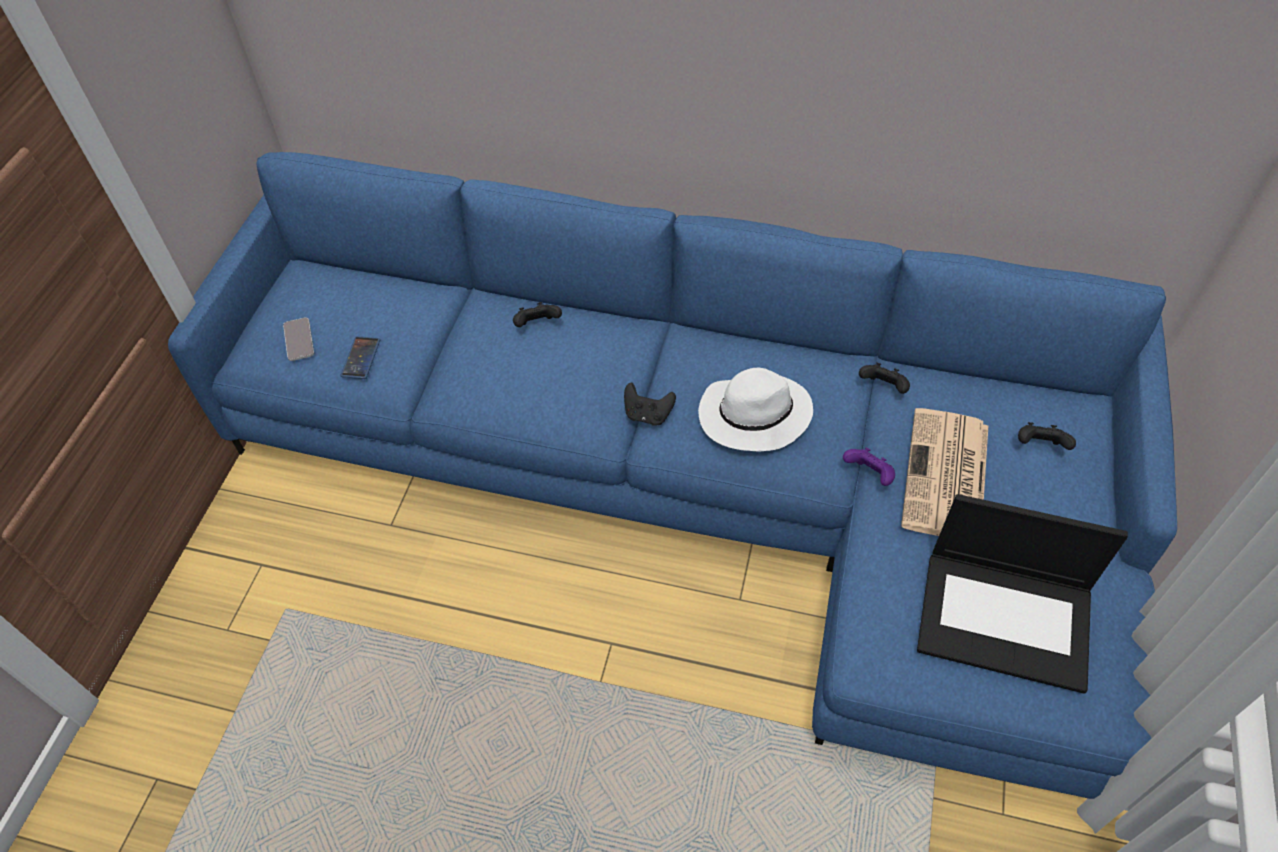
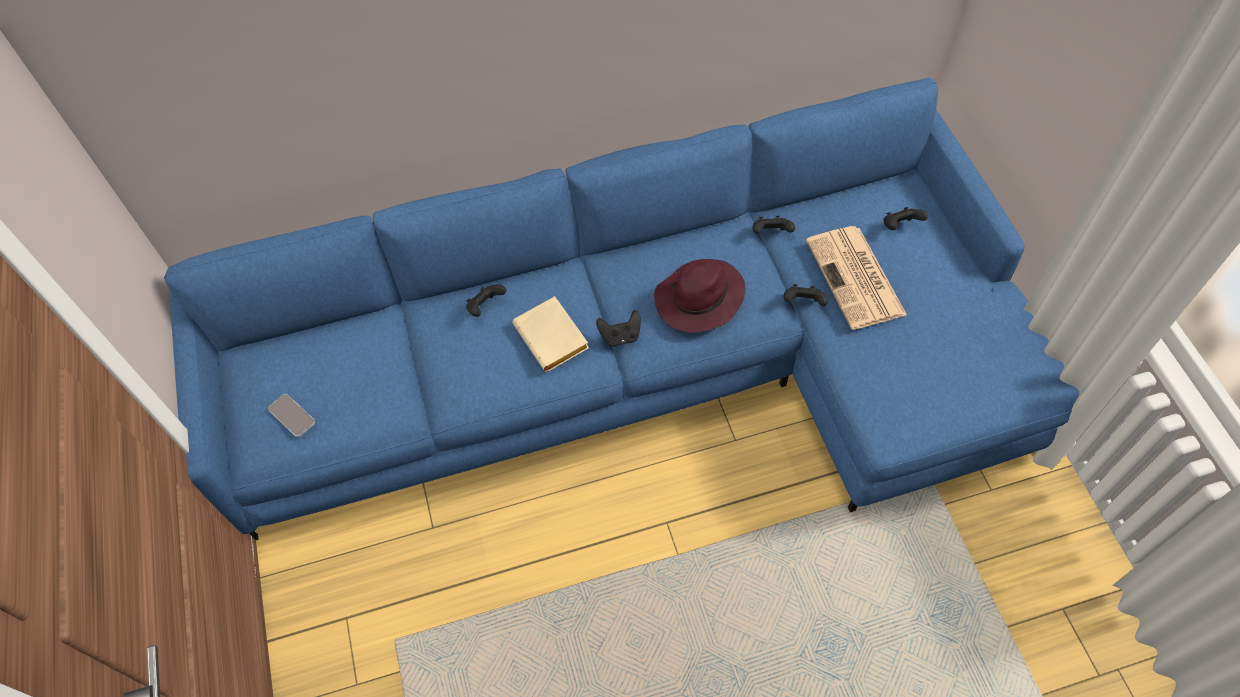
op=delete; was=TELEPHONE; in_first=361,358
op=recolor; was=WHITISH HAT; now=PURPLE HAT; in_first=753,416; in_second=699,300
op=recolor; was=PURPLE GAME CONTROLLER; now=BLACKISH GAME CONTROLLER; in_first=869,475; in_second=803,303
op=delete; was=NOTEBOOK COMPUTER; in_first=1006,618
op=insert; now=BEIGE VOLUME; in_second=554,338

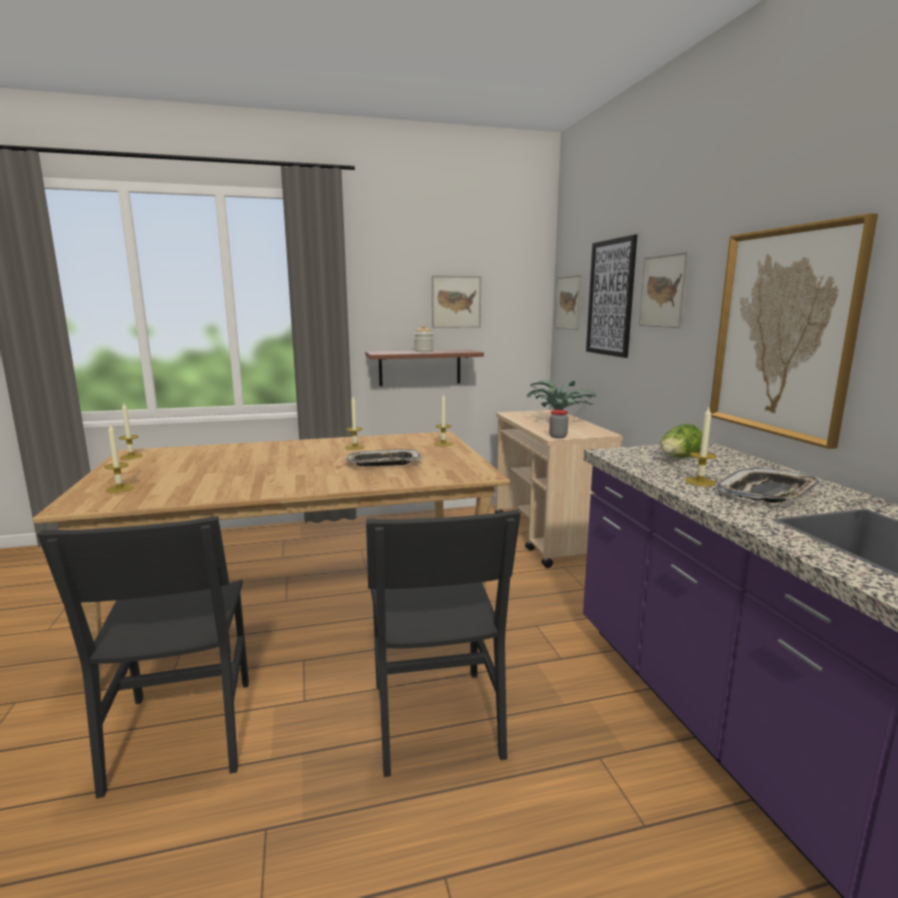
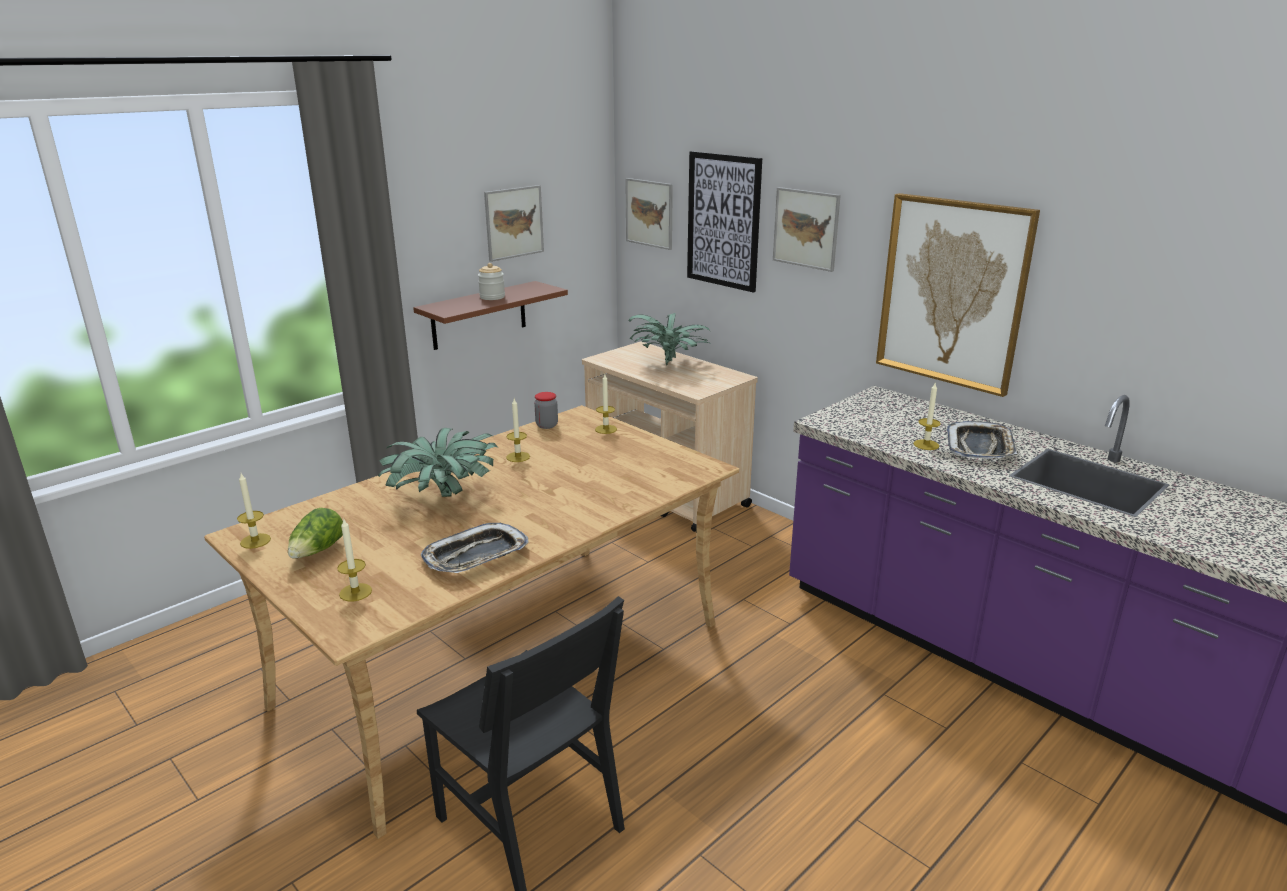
op=move; was=CARRYING TRAY; in_first=383,463; in_second=476,556
op=delete; was=BLACKISH UPRIGHT CHAIR; in_first=434,718
op=move; was=PRESERVE JAR; in_first=558,436; in_second=547,425
op=move; was=HEAD OF LETTUCE; in_first=679,458; in_second=317,551
op=insert; now=HOUSEPLANT; in_second=442,498

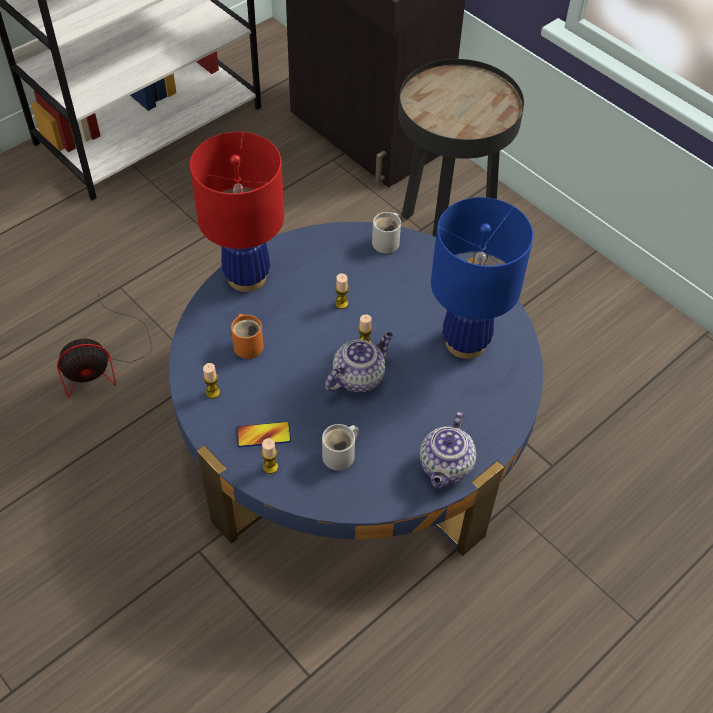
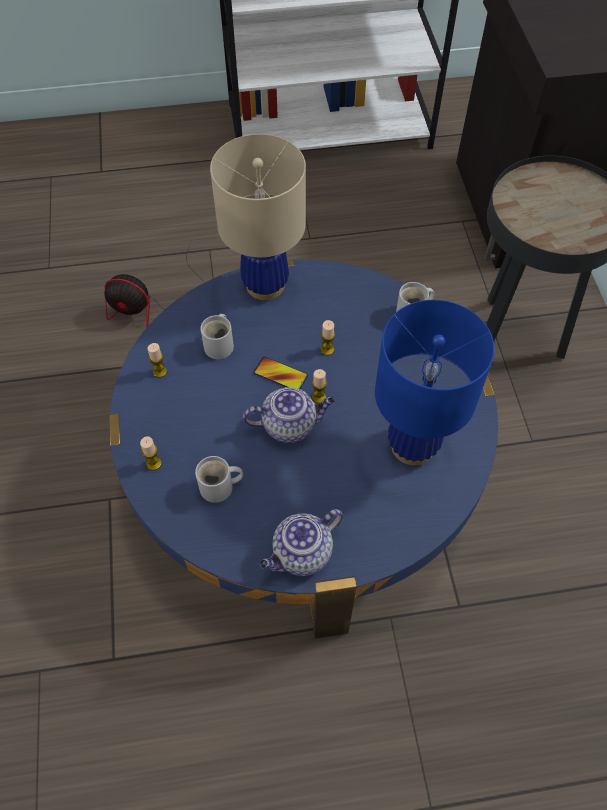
op=recolor; was=RED-COLOURED TABLETOP LAMP; now=BEIGE TABLETOP LAMP; in_first=246,277; in_second=265,285
op=recolor; was=ORANGEY MUG; now=WHITISH MUG; in_first=248,344; in_second=220,345
op=move; was=TELEPHONE; in_first=263,435; in_second=280,375

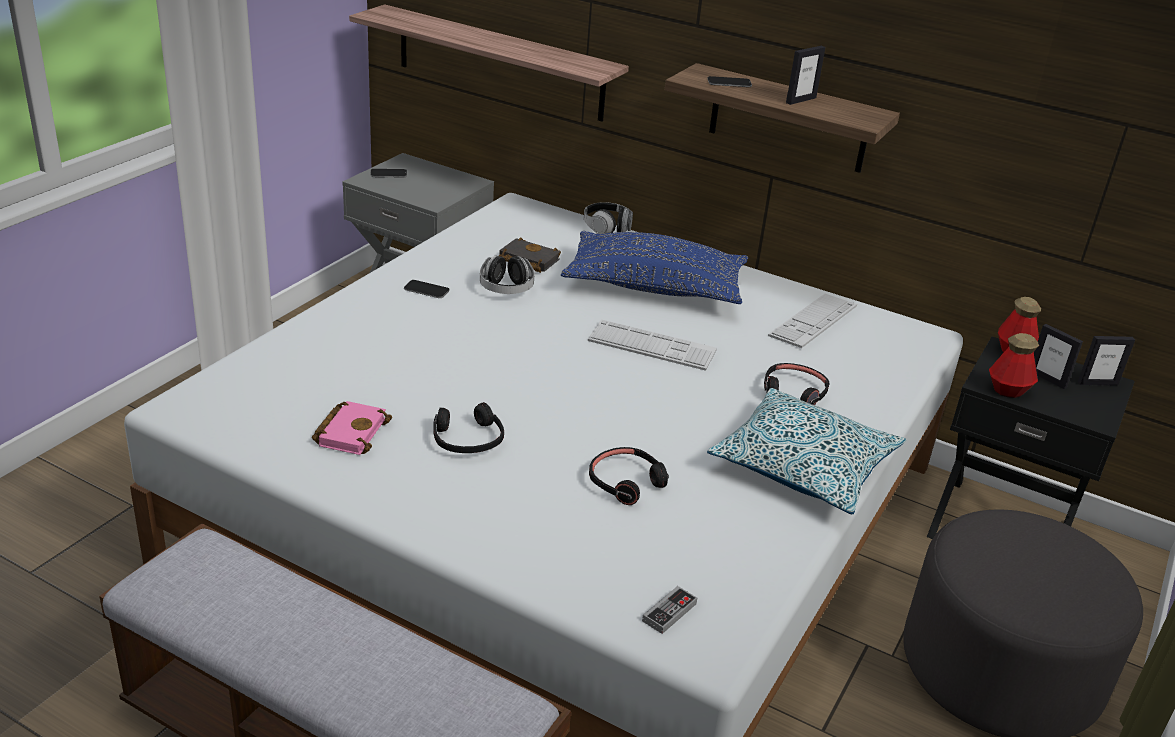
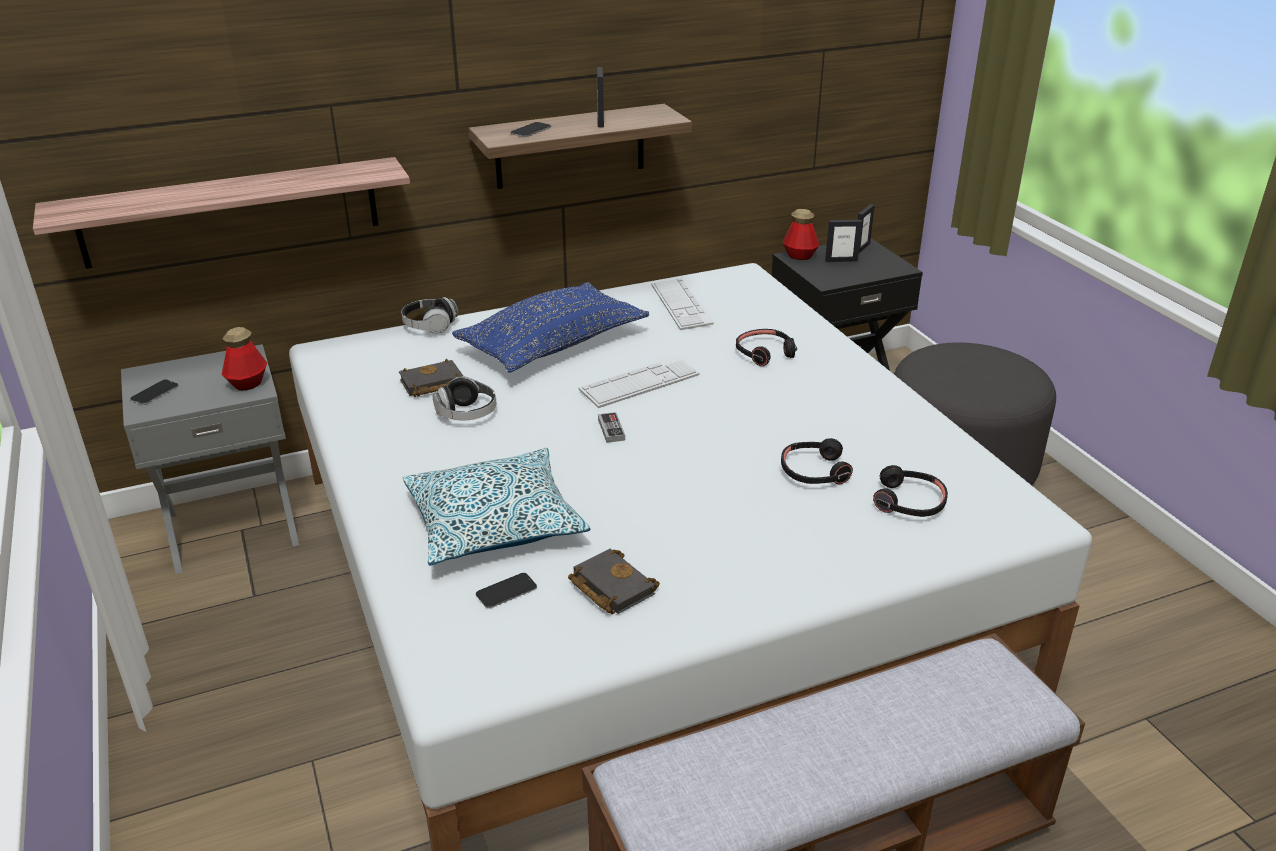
op=recolor; was=PINKISH VOLUME; now=BLACKISH VOLUME; in_first=350,431; in_second=609,587
op=move; was=TELEPHONE; in_first=426,290; in_second=506,591
op=move; was=BLACKISH HEADSET; in_first=467,439; in_second=909,502
op=move; was=GAME CONTROLLER; in_first=669,612; in_second=611,429
op=move; was=CUSHION; in_first=804,466; in_second=494,523
op=move; was=BOTTLE; in_first=1008,390; in_second=248,383

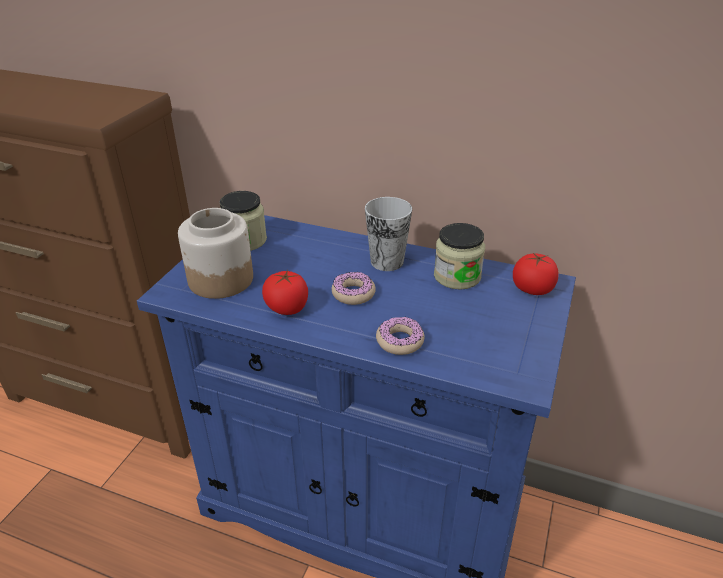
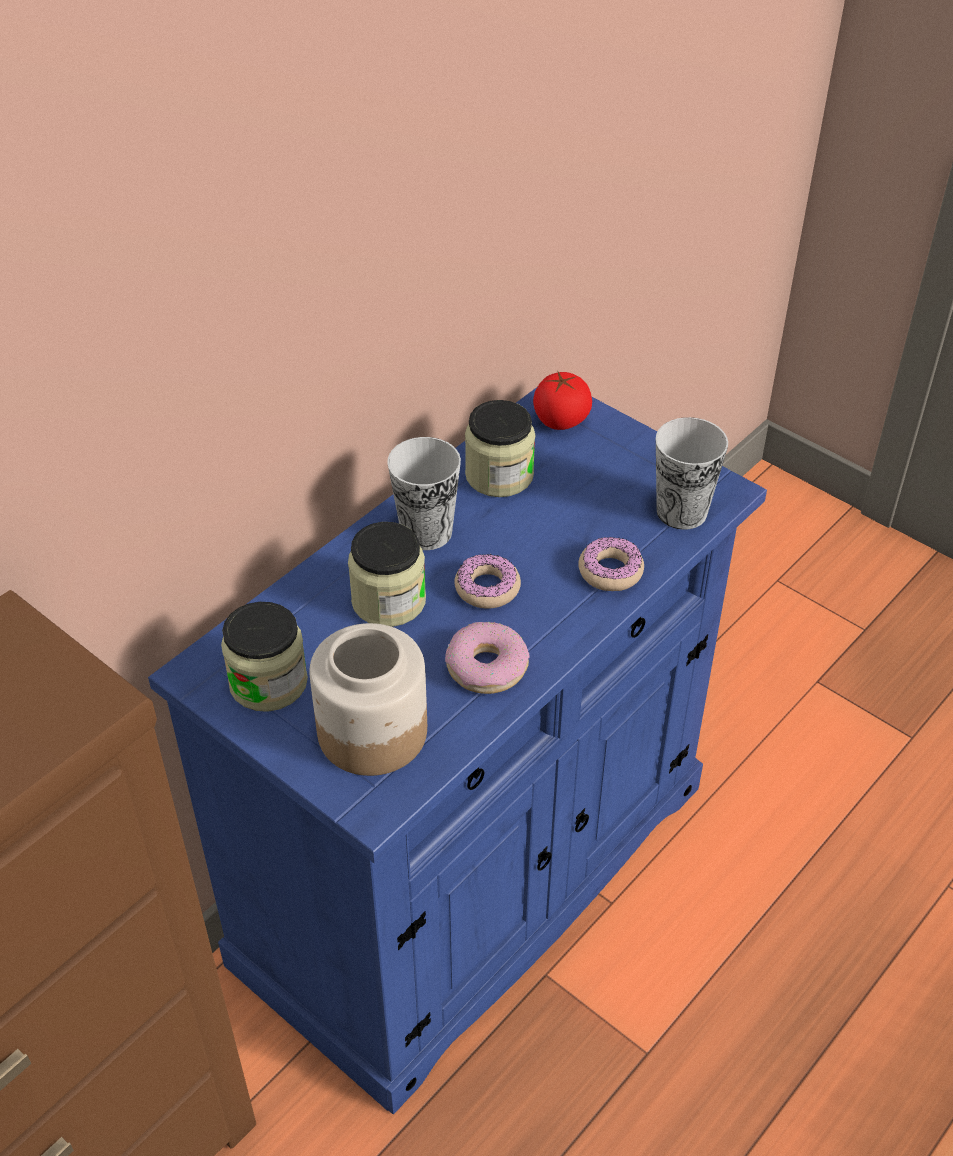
op=replace; was=FRESH TOMATO; now=DOUGHNUT; in_first=287,308; in_second=487,666
op=insert; now=PRESERVE JAR; in_second=388,601
op=insert; now=DRINKING CUP; in_second=681,511

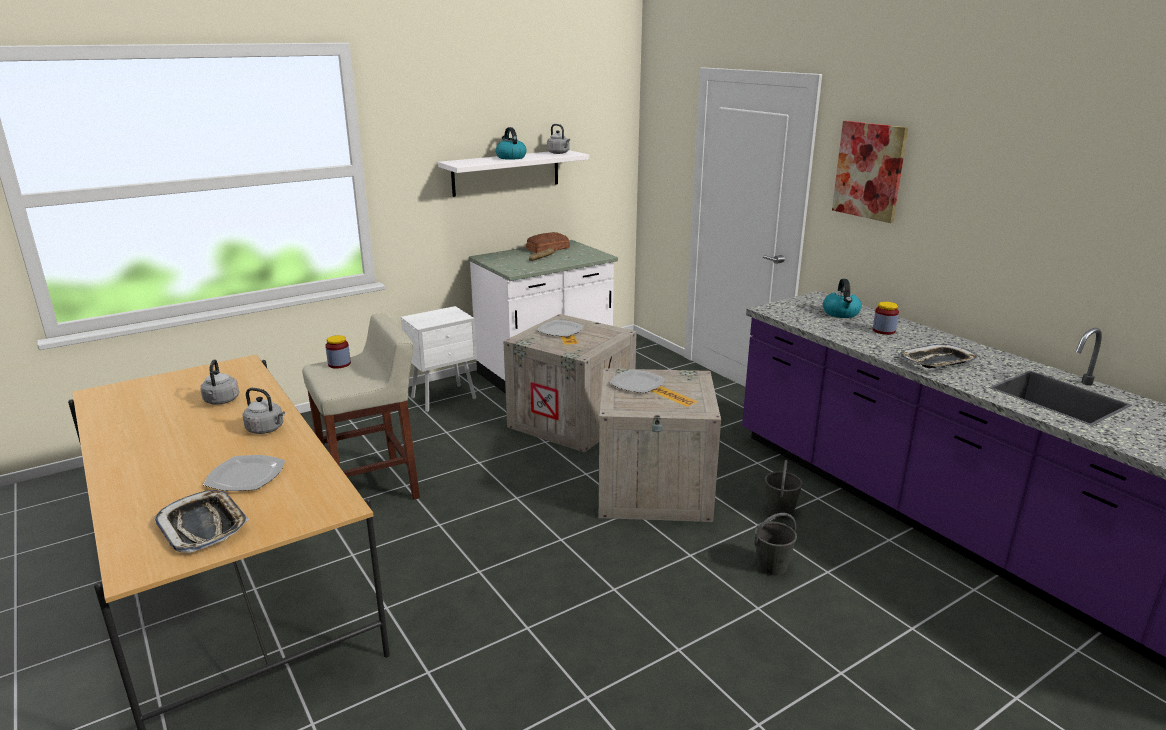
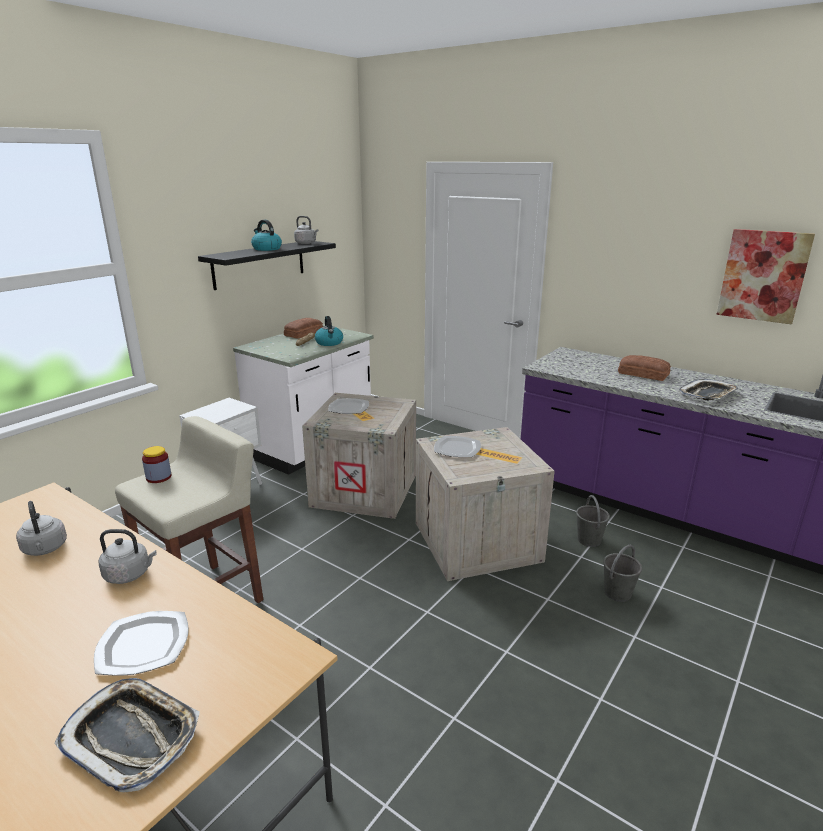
op=recolor; was=WHITISH SHELF; now=BLACKISH SHELF; in_first=506,172; in_second=259,264
op=move; was=KETTLE; in_first=841,313; in_second=329,343
op=move; was=WALL PICTURE; in_first=869,170; in_second=763,276
op=replace; was=PRESERVE JAR; now=BAKERY BREAD; in_first=883,330; in_second=643,374

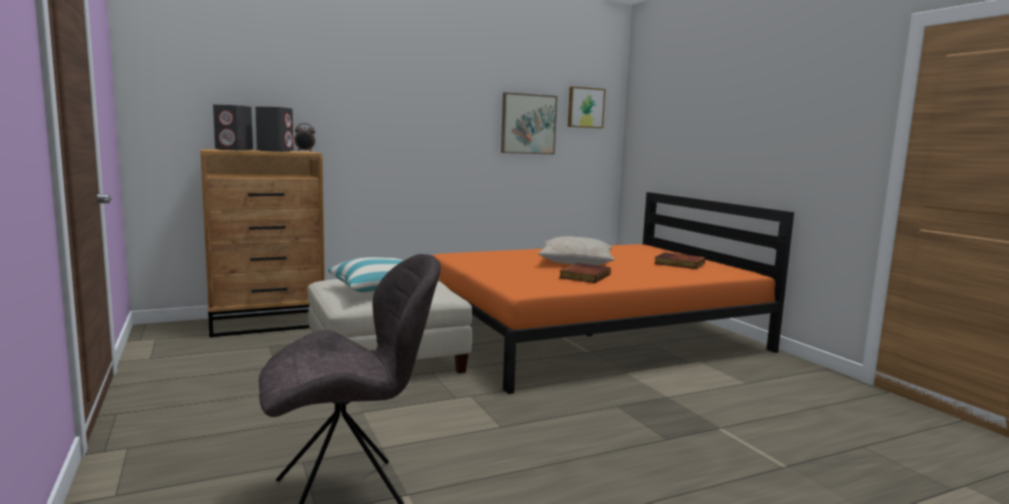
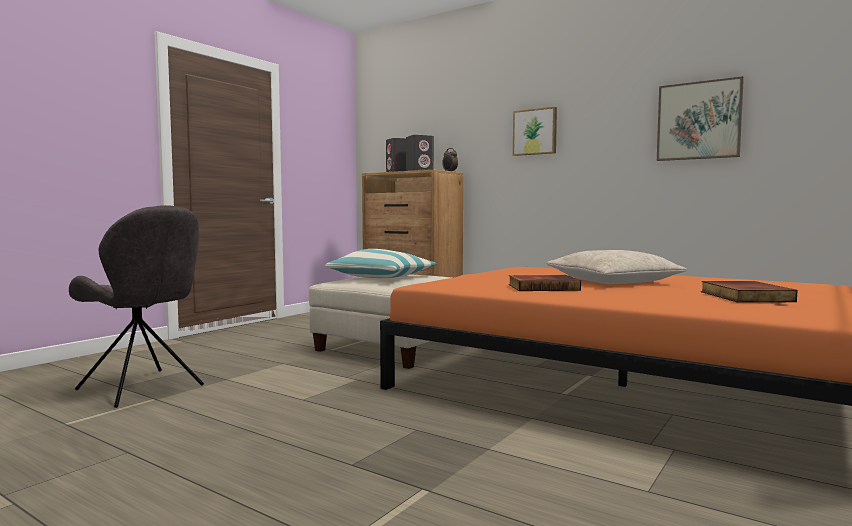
op=move; was=WALL PICTURE; in_first=585,107; in_second=535,132

